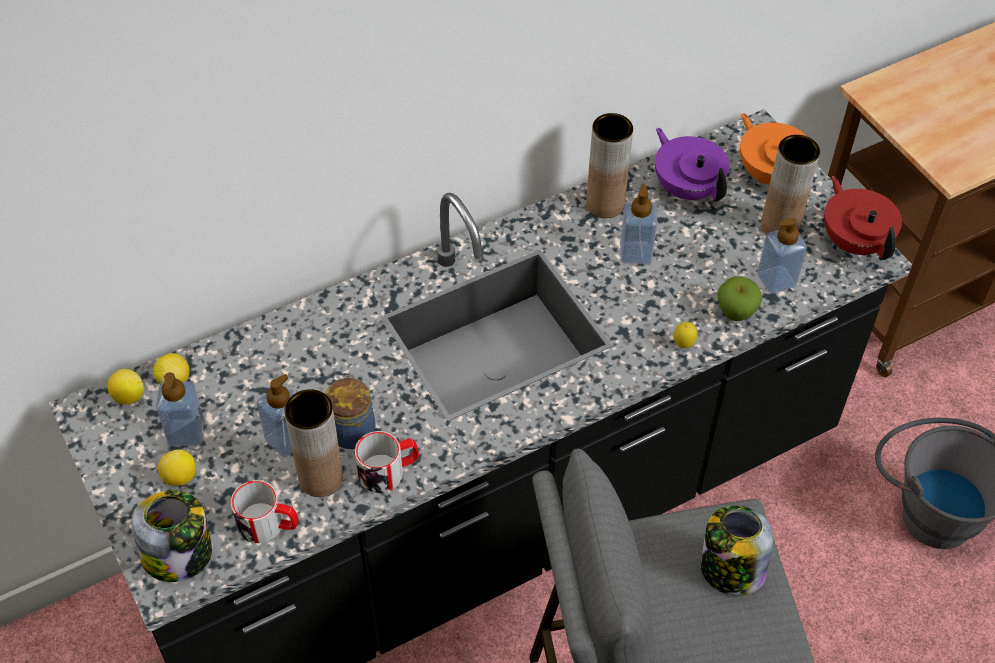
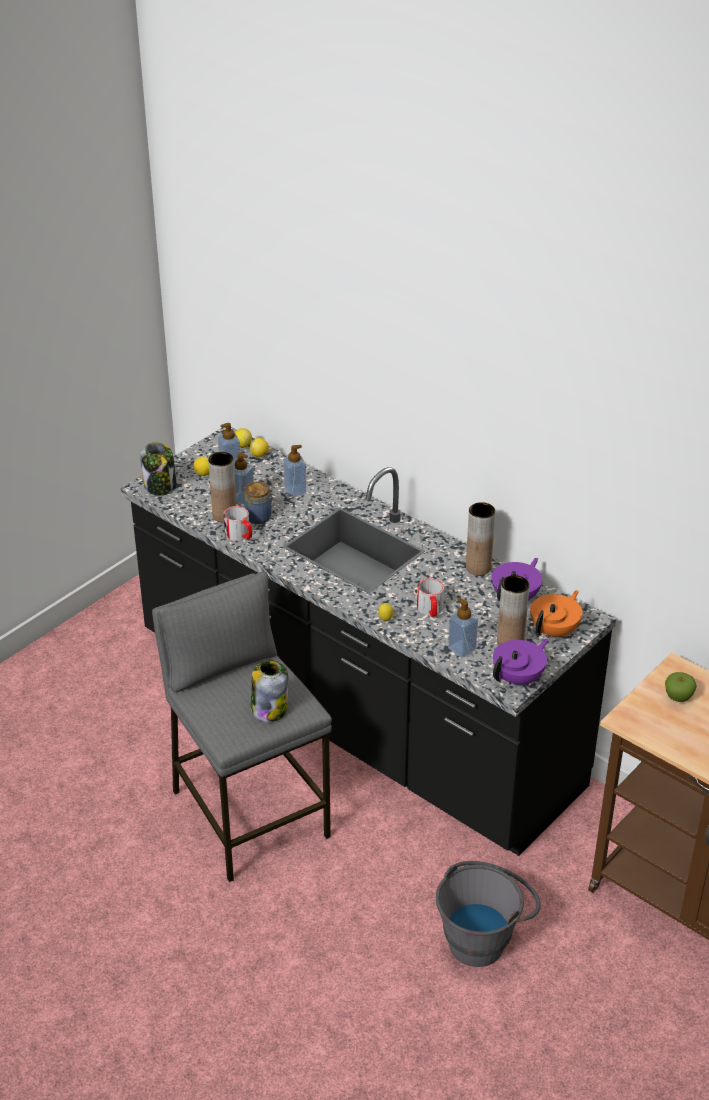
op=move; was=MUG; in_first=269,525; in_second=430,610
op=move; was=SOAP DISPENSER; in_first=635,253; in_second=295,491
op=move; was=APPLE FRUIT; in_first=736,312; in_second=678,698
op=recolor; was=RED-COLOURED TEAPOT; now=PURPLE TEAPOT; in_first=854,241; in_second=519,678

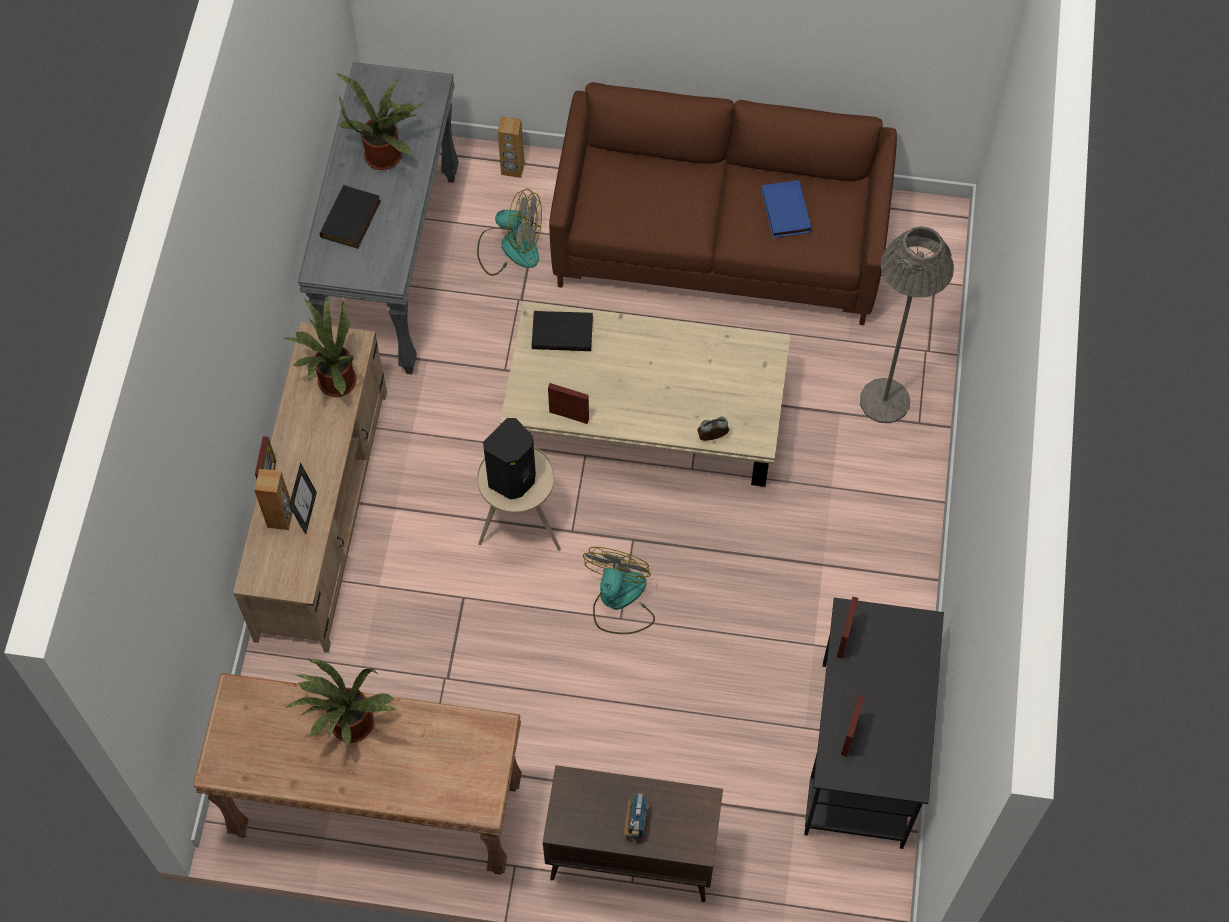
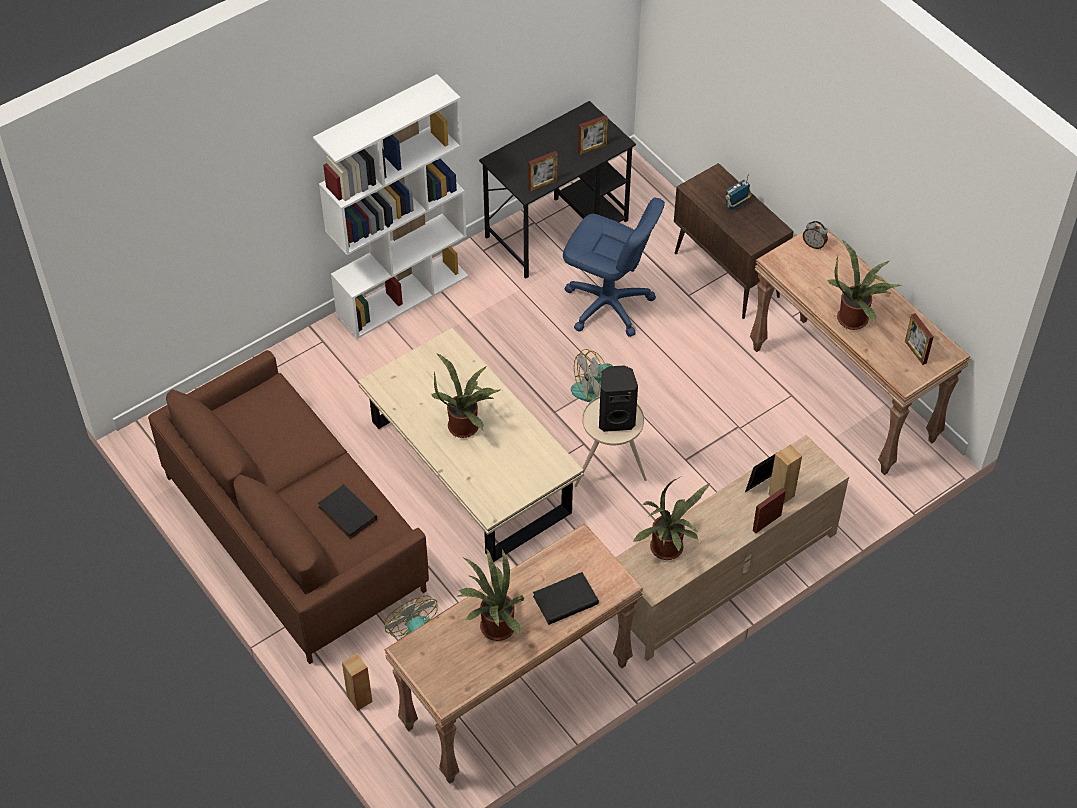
op=recolor; was=GREY NARROW TABLE; now=BROWN-COLOURED NARROW TABLE; in_first=392,268; in_second=517,698
op=move; was=BLACKISH VOLUME; in_first=563,332; in_second=346,514
op=move; was=PHOTO FRAME; in_first=569,415; in_second=915,352
op=move; was=ALARM CLOCK; in_first=712,438; in_second=814,244
op=delete; was=BLUE-COLOURED VOLUME; in_first=784,211
op=delete; was=GREY FLOOR LAMP; in_first=884,401
op=insert; now=WHITISH BOOKCASE; in_second=403,295
op=insert; now=HOUSEPLANT; in_second=466,425
op=insert; now=BLUE-COLOURED COMPUTER CHAIR; in_second=608,305

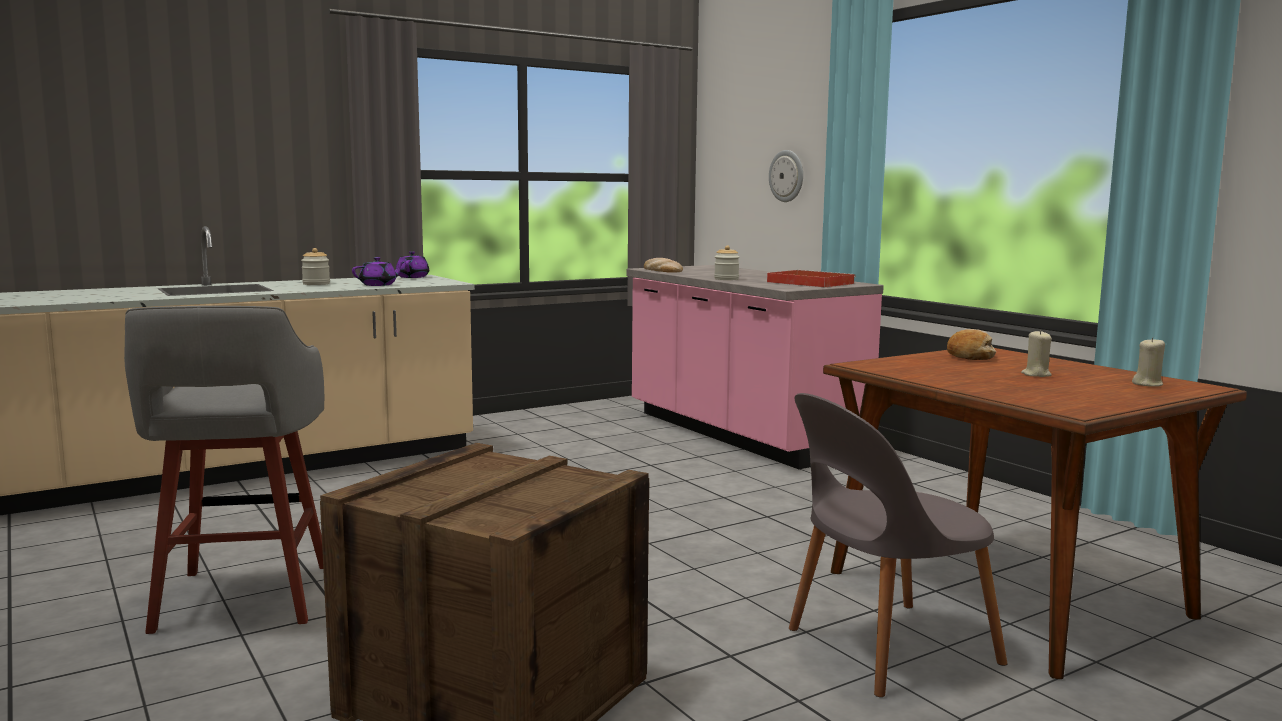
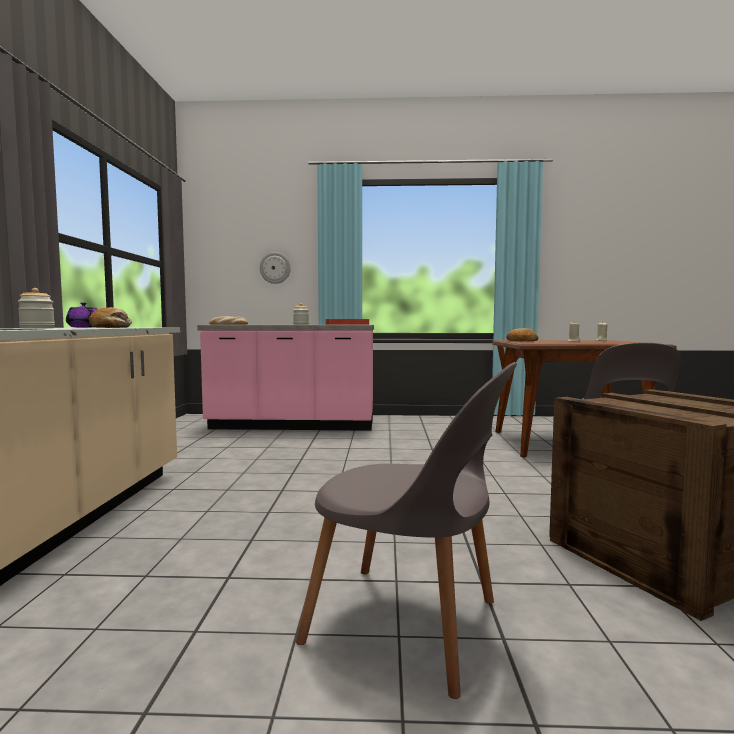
op=replace; was=GREY STOOL SEAT; now=GREY UPRIGHT CHAIR; in_first=242,600; in_second=410,625
op=replace; was=PURPLE TEAPOT; now=BAKERY BREAD; in_first=379,285; in_second=111,327

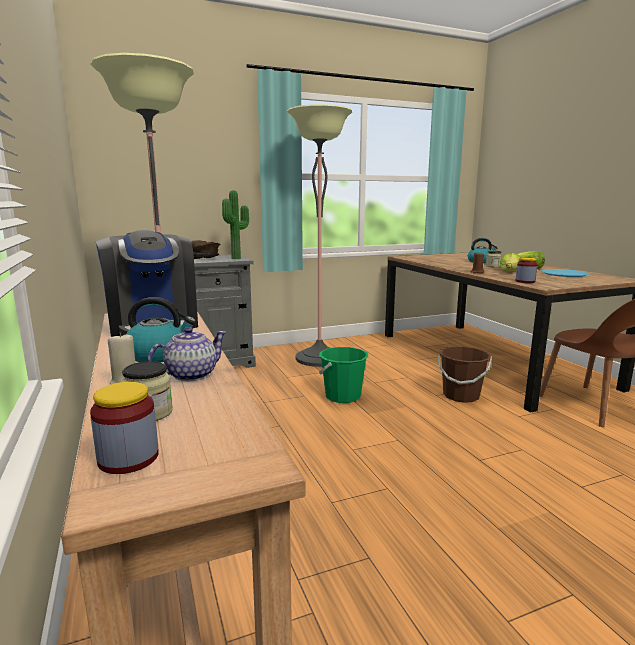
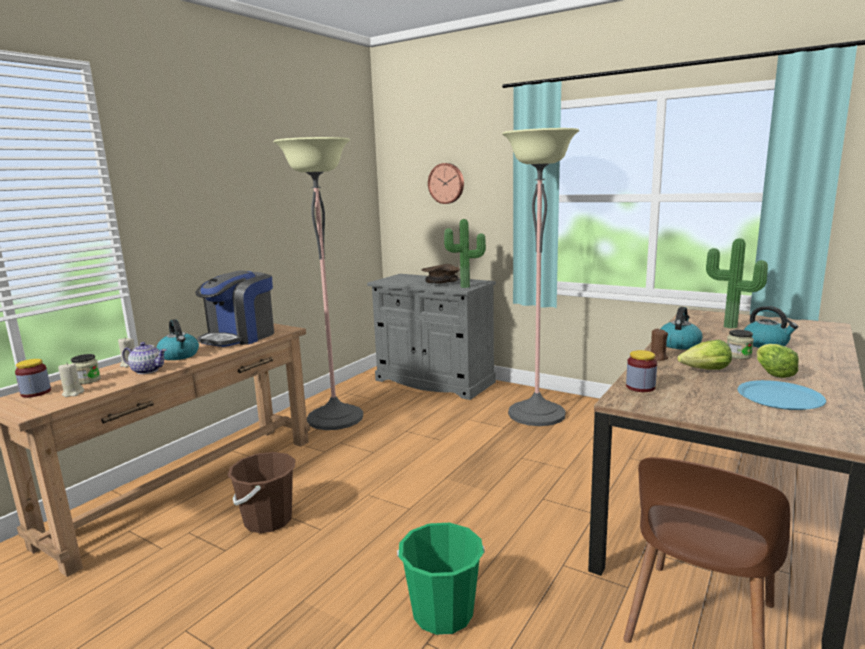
op=move; was=GREENISH BUCKET; in_first=343,396; in_second=443,613
op=move; was=BROWN-COLOURED BUCKET; in_first=461,396; in_second=268,520
op=insert; now=BEIGE WAX CANDLE; in_second=73,393
op=insert; now=CLOCK ON THE WALL; in_second=446,183
op=insert; now=KETTLE; in_second=679,344
op=insert; now=HOUSEPLANT; in_second=730,327

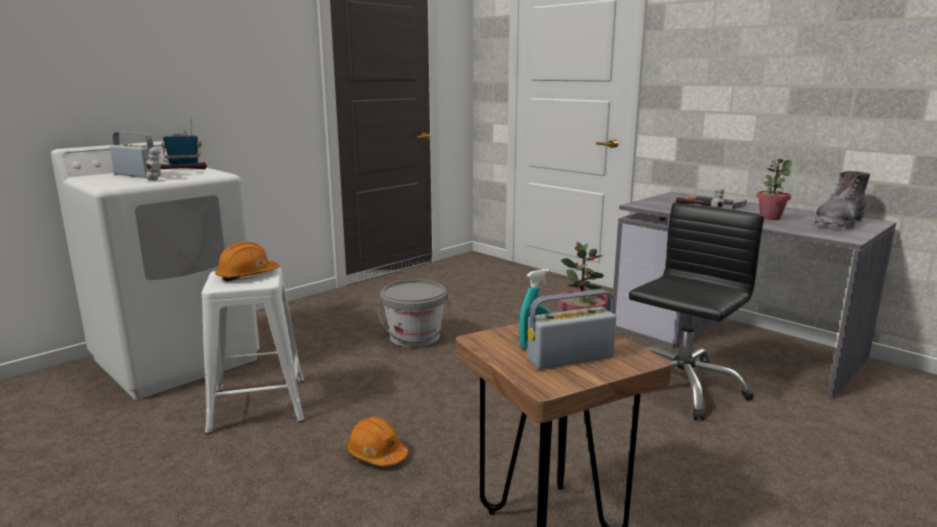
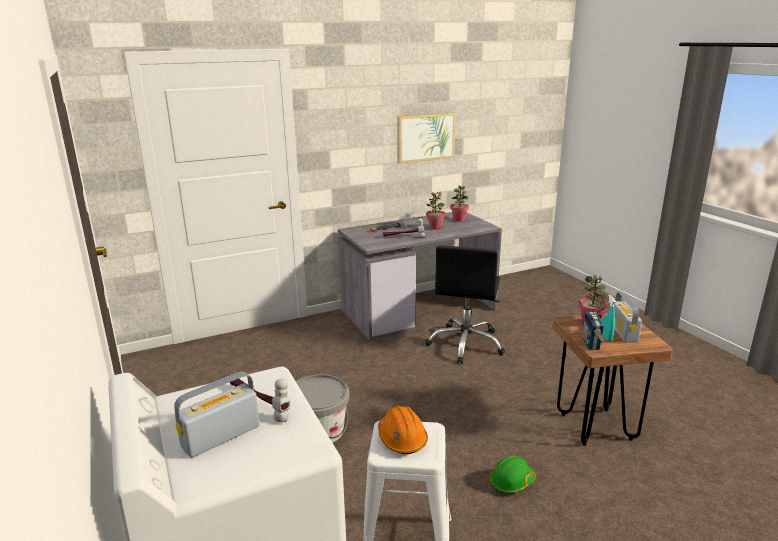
op=move; was=RADIO RECEIVER; in_first=184,167; in_second=591,344
op=recolor; was=ORANGEY WORK HELMET; now=GREENISH WORK HELMET; in_first=377,454; in_second=511,482
op=rotate; was=BLACKISH COMPUTER CHAIR; in_first=681,387; in_second=466,344; clockwise=-135
op=replace; was=GREY BOOT; now=HOUSEPLANT; in_first=839,223; in_second=459,220
op=insert; now=WALL PICTURE; in_second=425,137

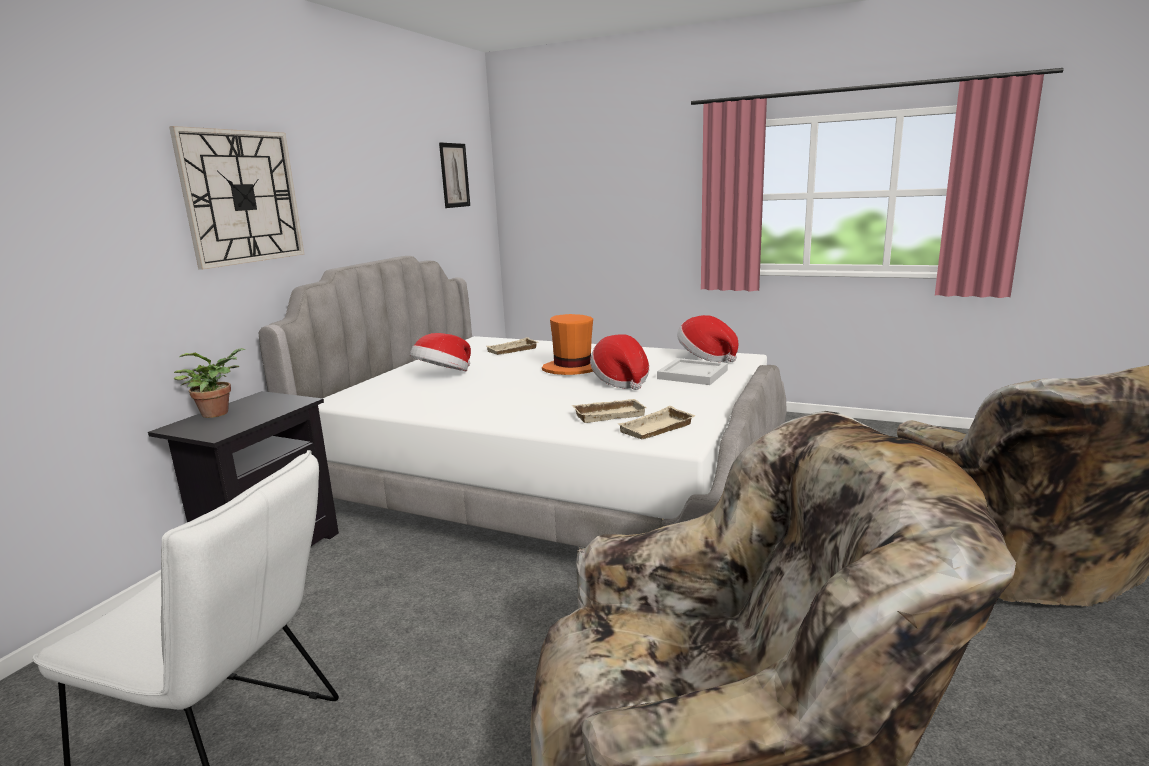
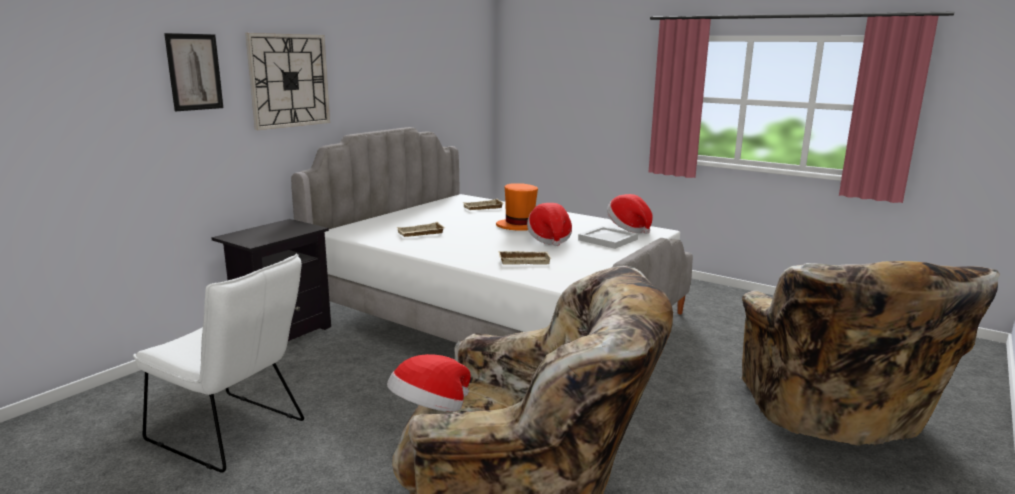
op=delete; was=HOUSEPLANT; in_first=218,412
op=move; was=HAT; in_first=443,375; in_second=429,410
op=move; was=WALL PICTURE; in_first=454,175; in_second=194,72
op=move; was=BEIGE CARRYING TRAY; in_first=657,429; in_second=420,233

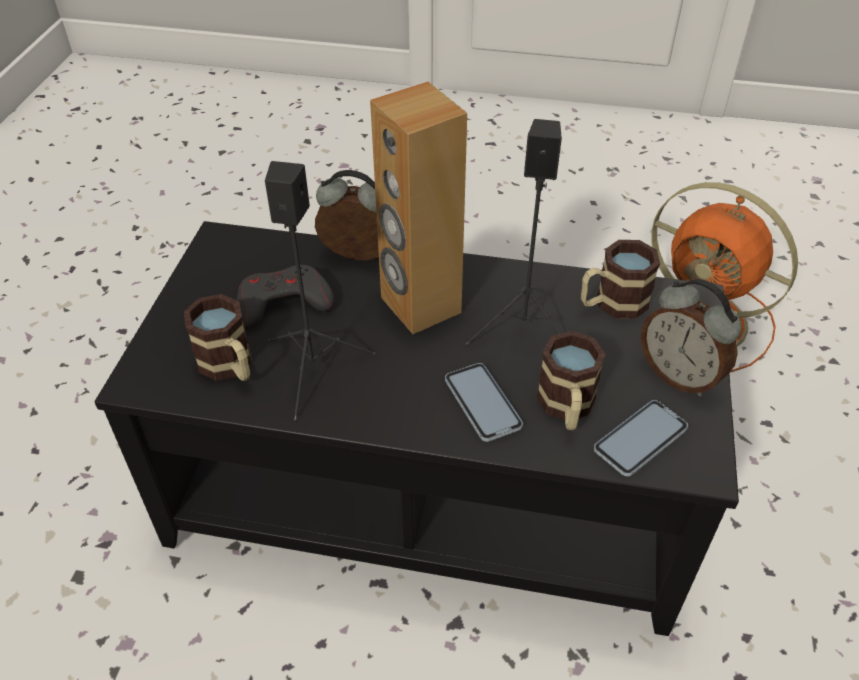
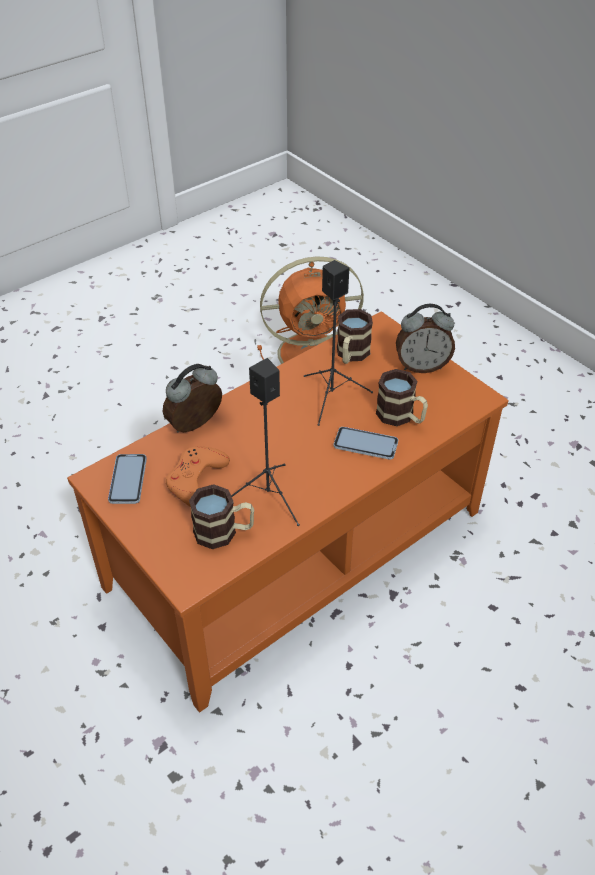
op=recolor; was=BLACKISH COFFEE TABLE; now=ORANGEY COFFEE TABLE; in_first=427,492; in_second=298,551
op=recolor; was=GREY GAME CONTROLLER; now=ORANGEY GAME CONTROLLER; in_first=283,303; in_second=196,480
op=delete; was=BROWN-COLOURED LOUDSPEAKER; in_first=419,305
op=move; was=TELEPHONE; in_first=640,439; in_second=128,480

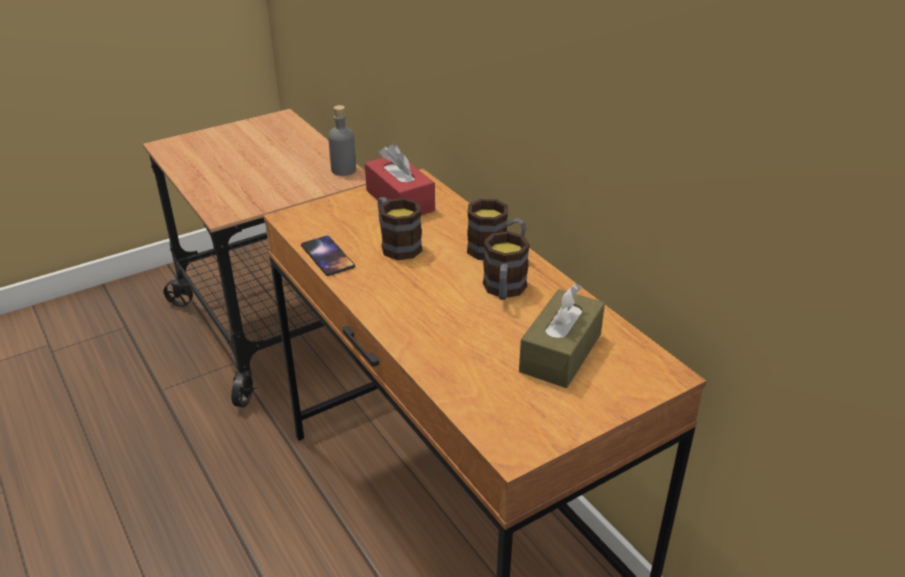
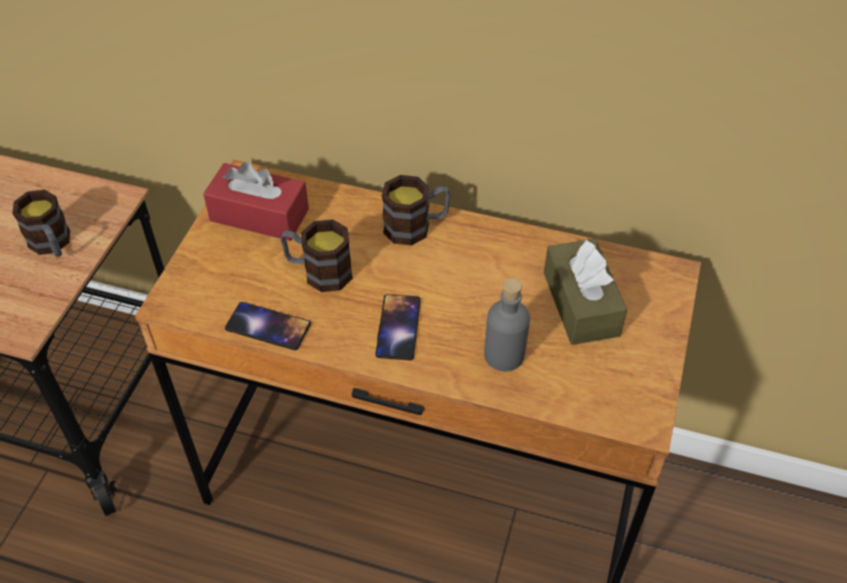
op=move; was=GREY BOTTLE; in_first=343,170; in_second=504,355
op=move; was=MUG; in_first=504,291; in_second=52,245
op=insert; now=TELEPHONE; in_second=398,327

